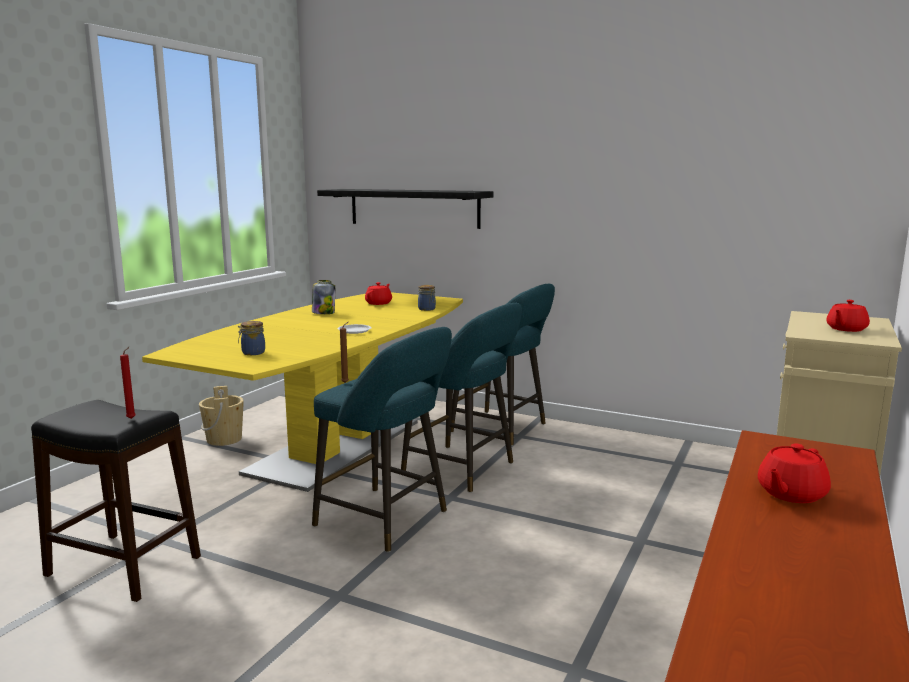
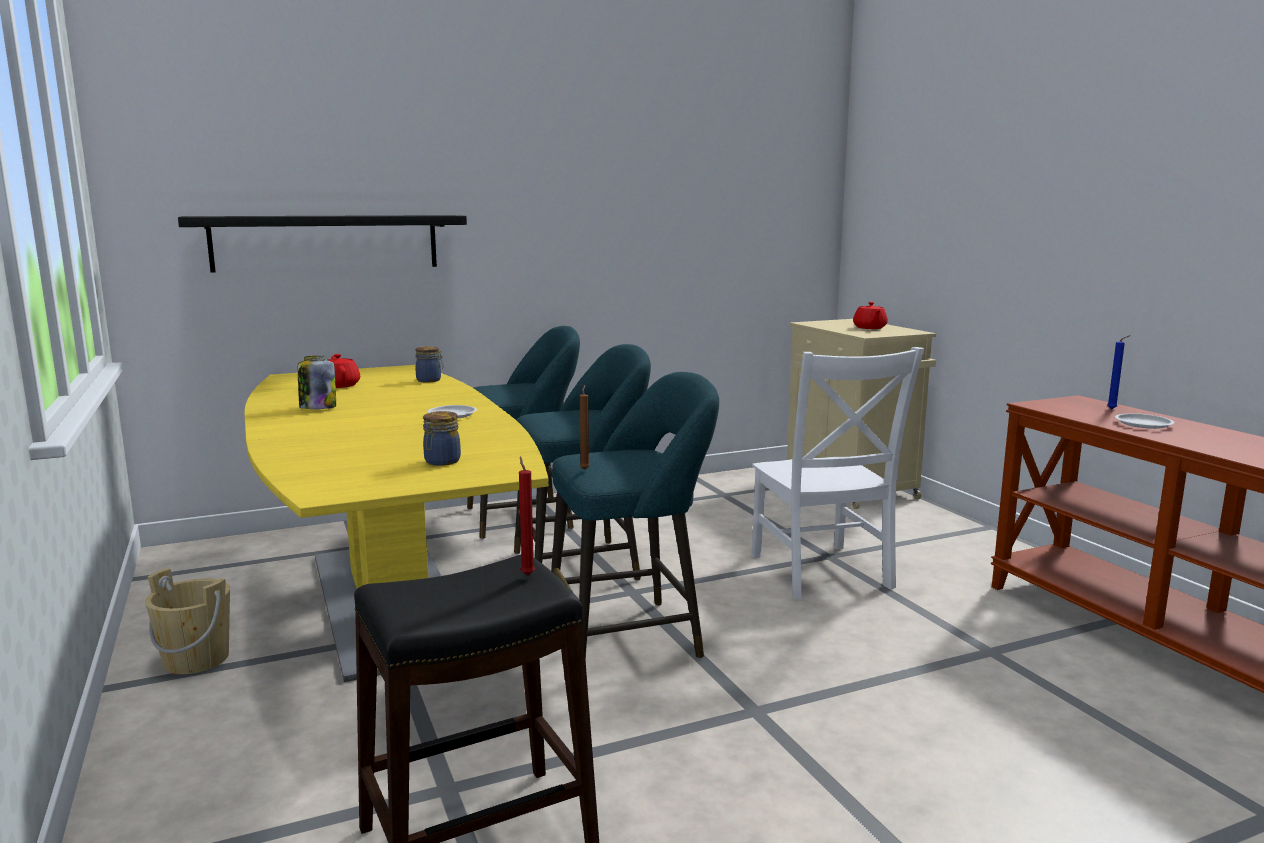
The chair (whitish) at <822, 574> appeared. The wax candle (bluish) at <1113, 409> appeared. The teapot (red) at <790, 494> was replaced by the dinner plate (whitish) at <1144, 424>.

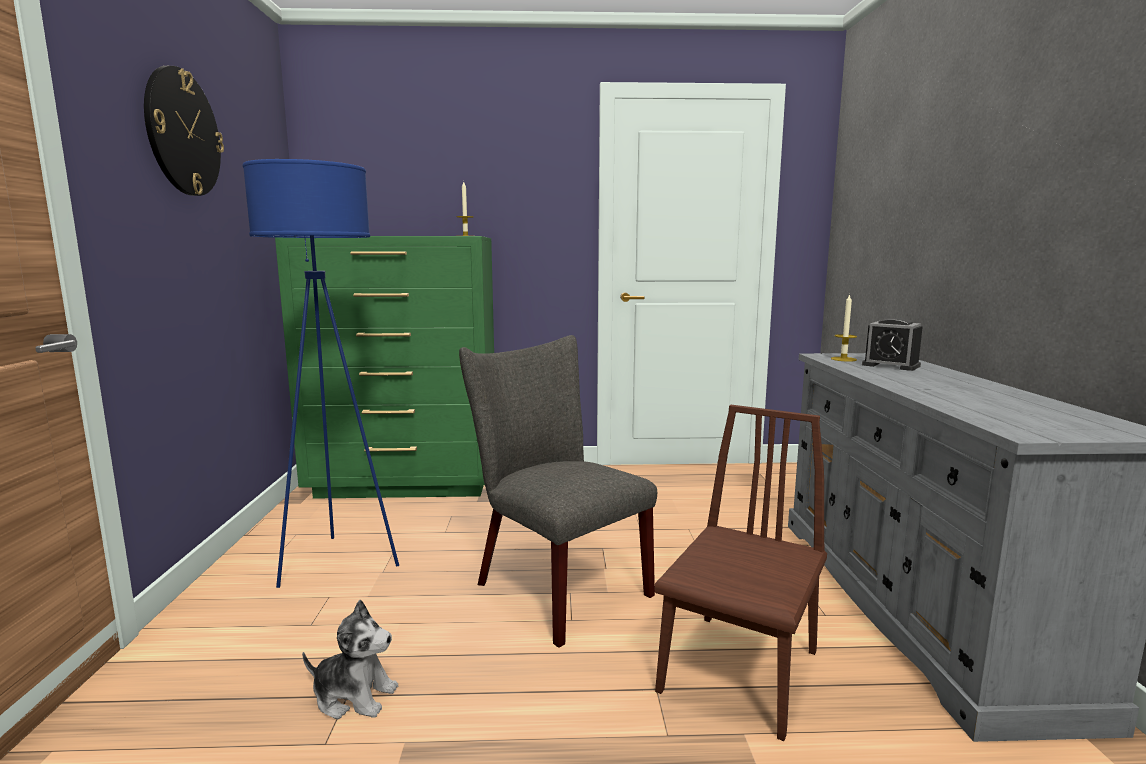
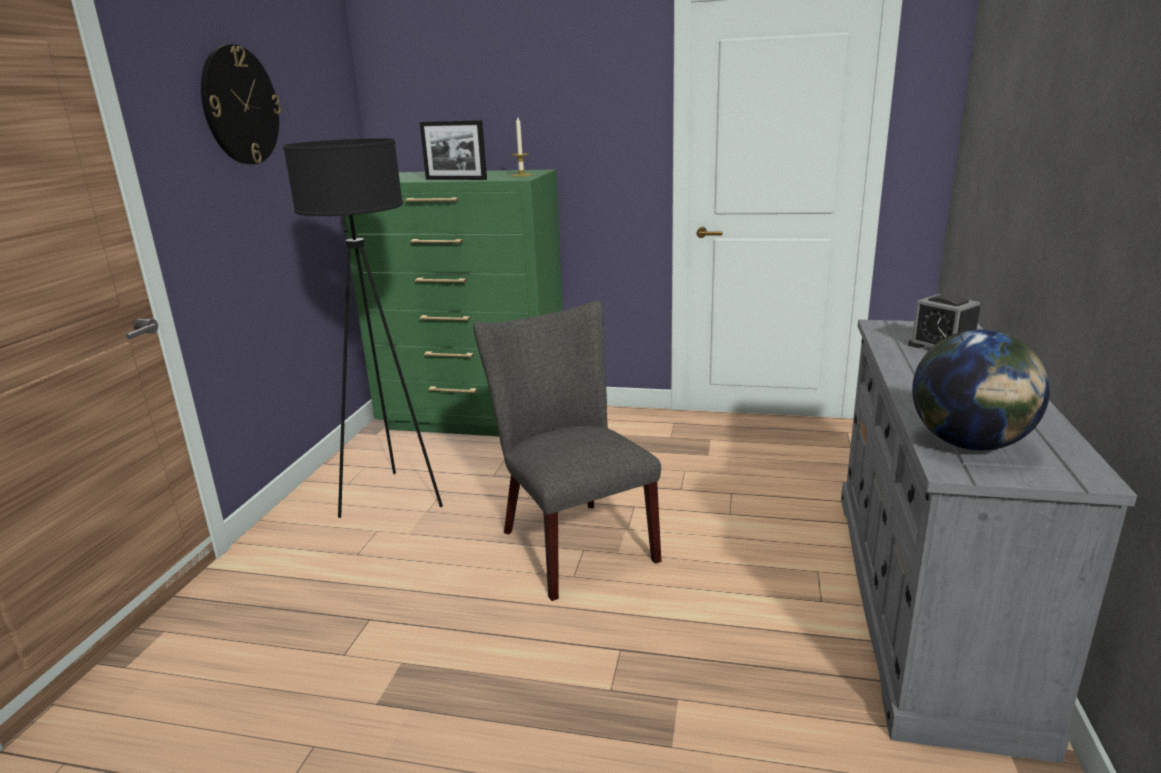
The soft toy at <354, 696> disappeared. The chair (brown) at <739, 671> disappeared. The wax candle at <843, 359> disappeared. The standing frame at <456, 179> appeared. The desk globe at <970, 444> appeared. The standard lamp (bluish) at <338, 562> became the standard lamp (black) at <393, 498>.

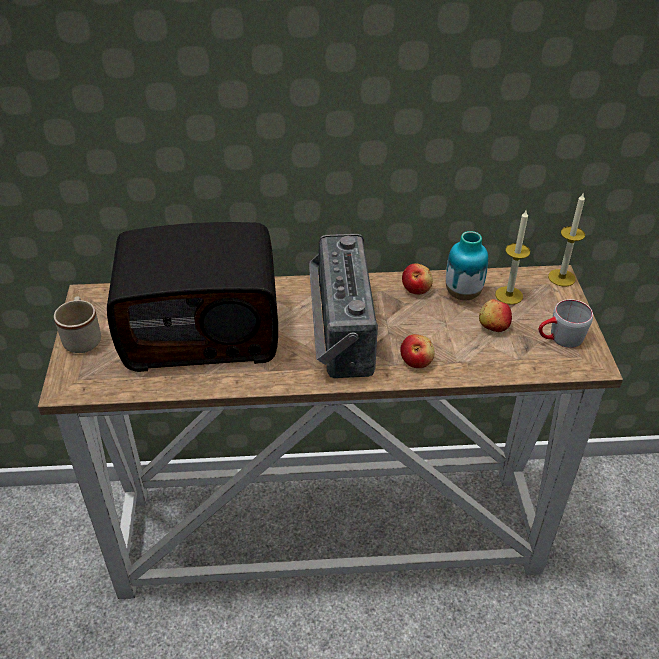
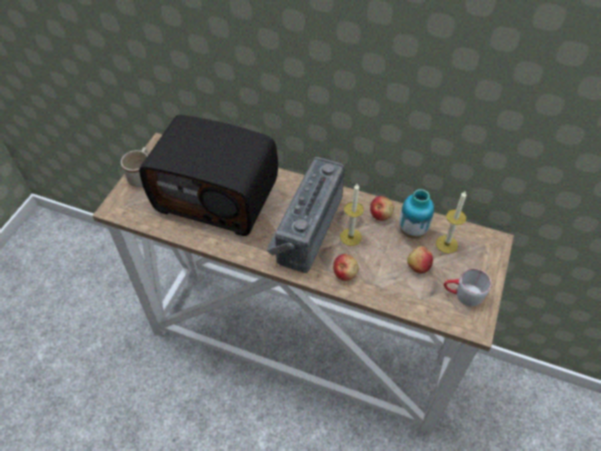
The wax candle moved from <561, 278> to <350, 237>.

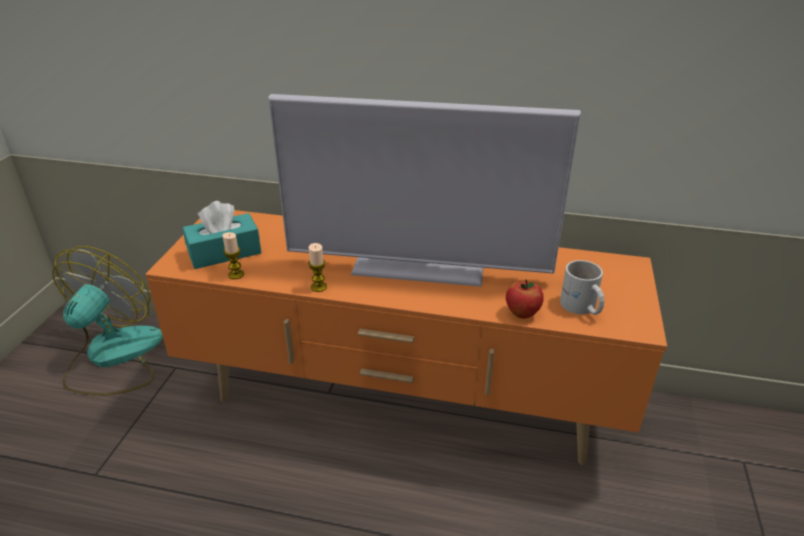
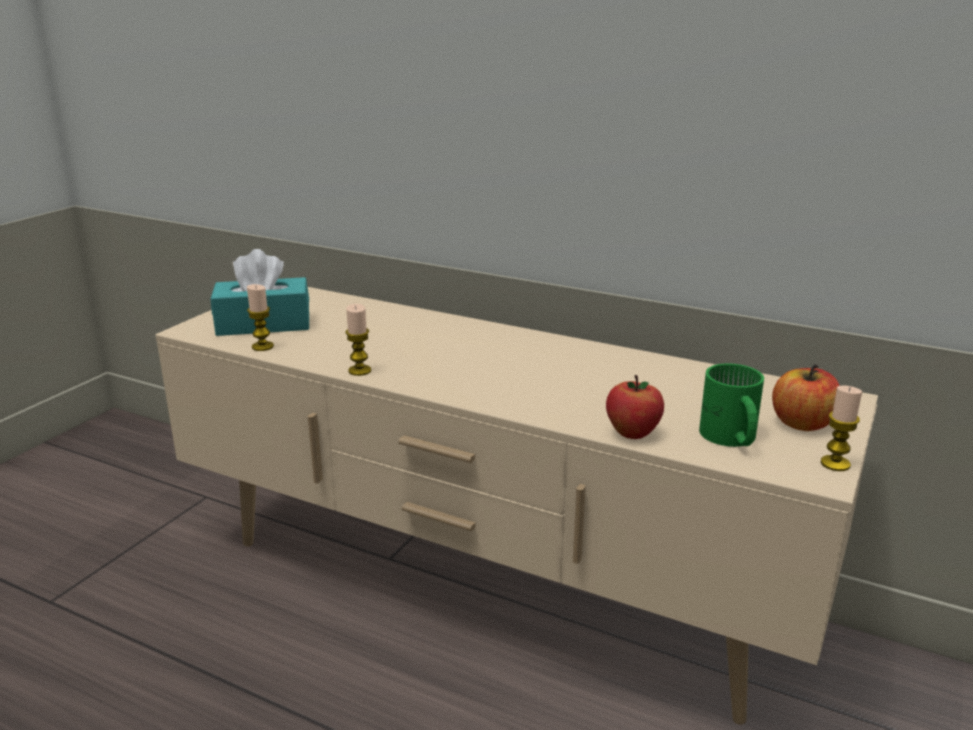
The fan at <113, 358> disappeared. The television at <418, 267> disappeared. The apple at <802, 424> appeared. The wax candle at <835, 464> appeared. The tv stand (orange) at <403, 403> became the tv stand (beige-coloured) at <489, 589>. The tea mug (whitish) at <581, 308> became the tea mug (greenish) at <729, 438>.

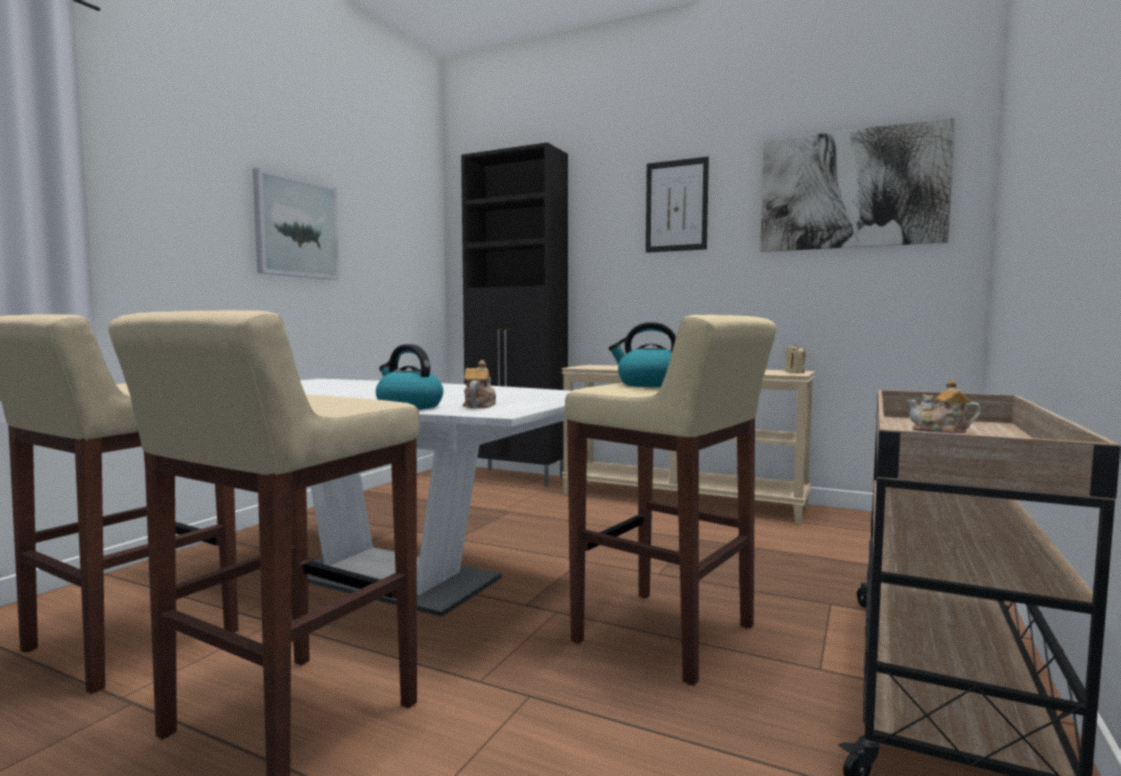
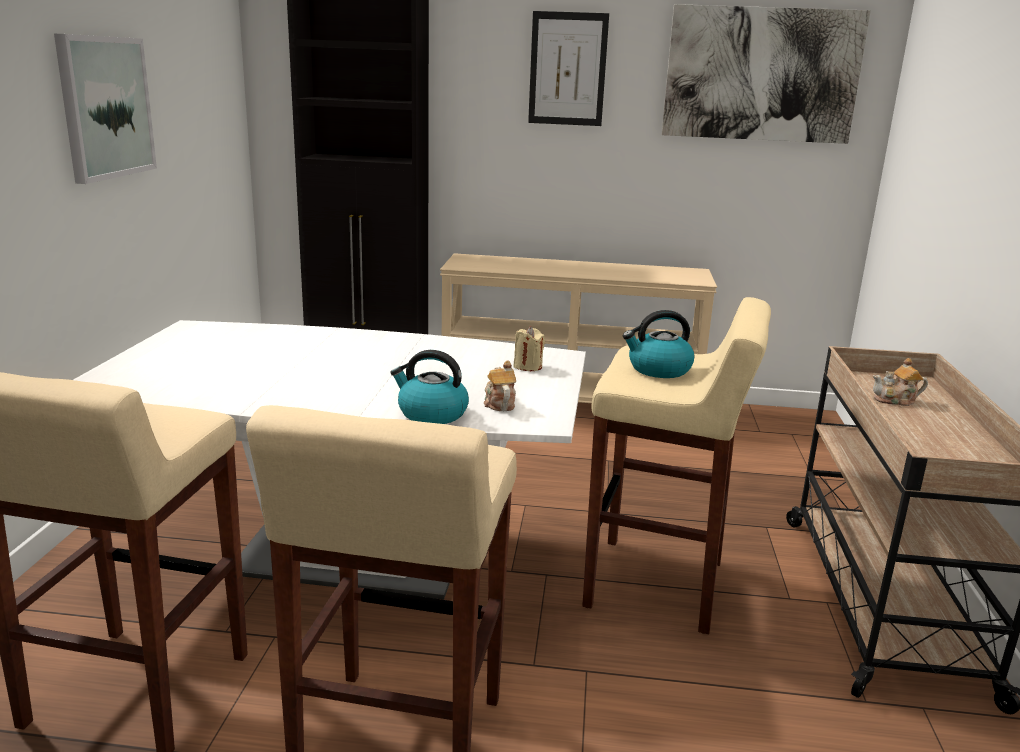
The wax candle (beige-coloured) moved from <794, 372> to <528, 366>.

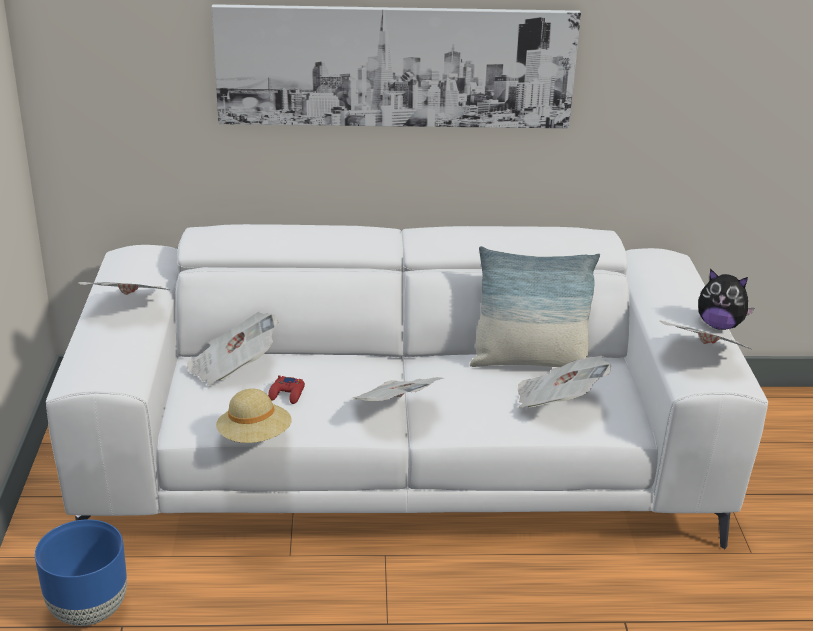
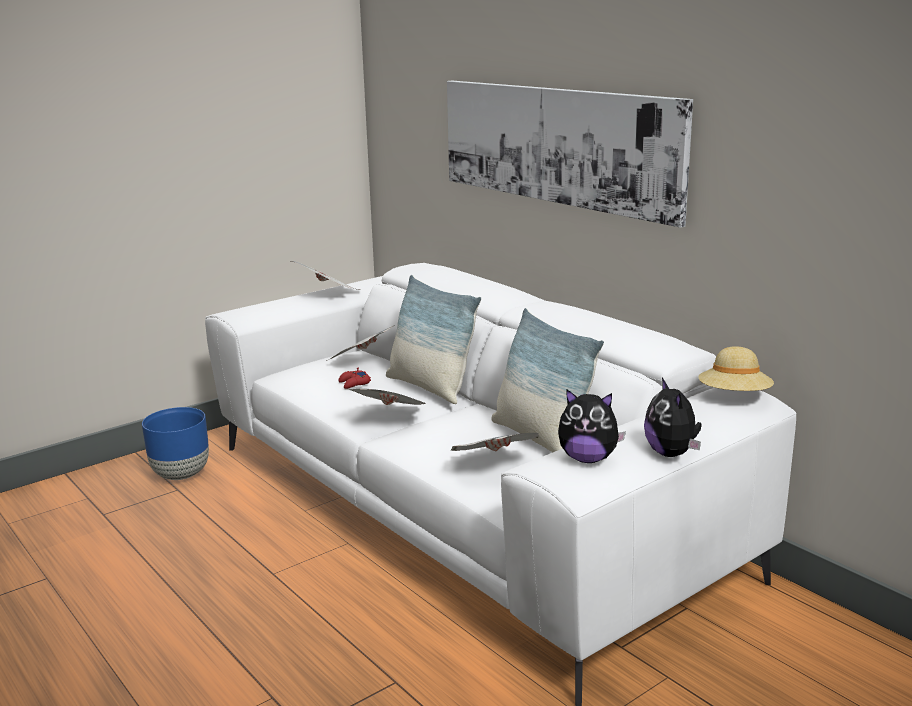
The cushion at <430, 387> appeared. The hat (beige-coloured) moved from <255, 437> to <734, 397>. The daily paper at <704, 357> was replaced by the soft toy at <588, 459>.

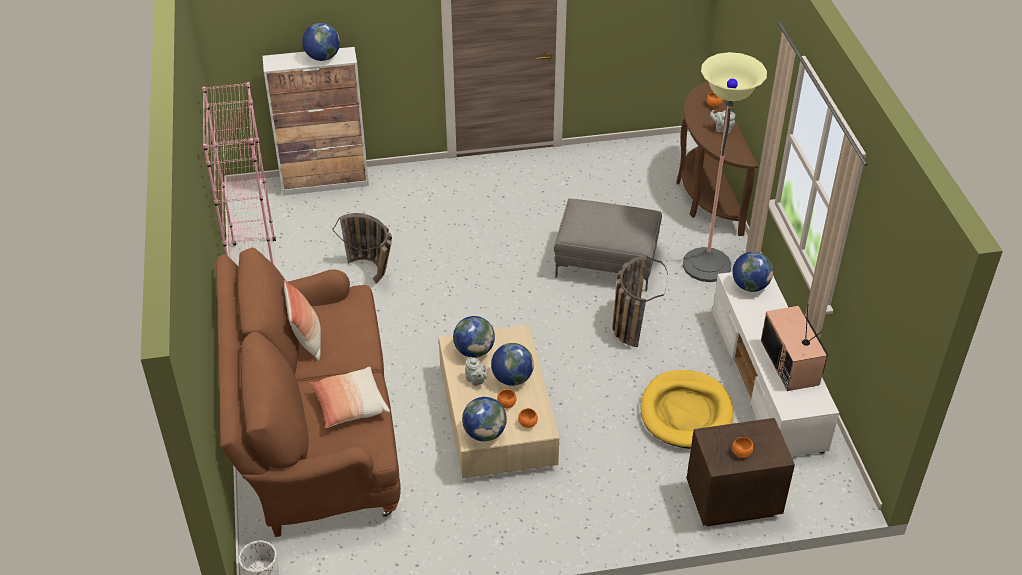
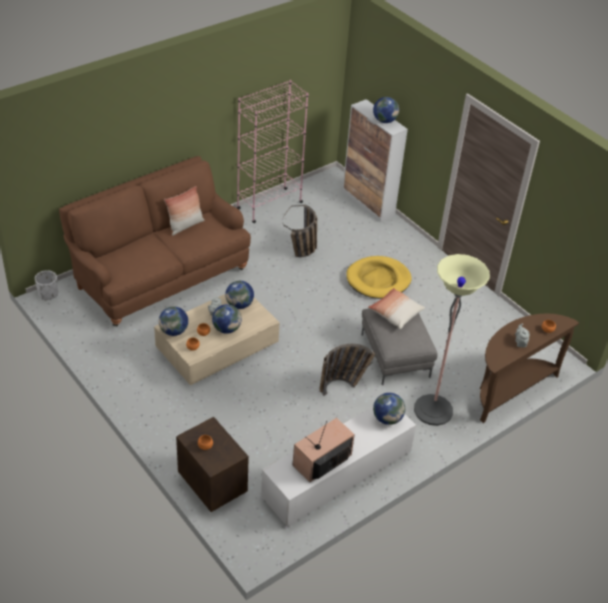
The cushion moved from <350, 405> to <395, 313>. The dog bed (yellow) moved from <686, 412> to <378, 280>.

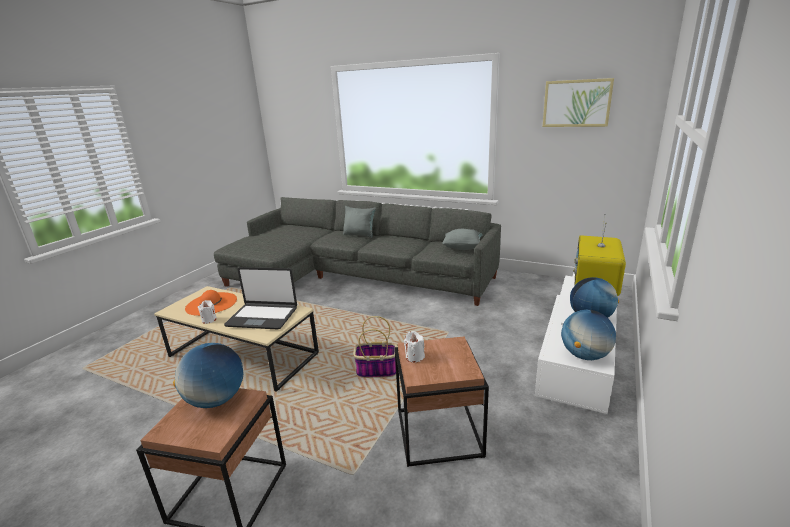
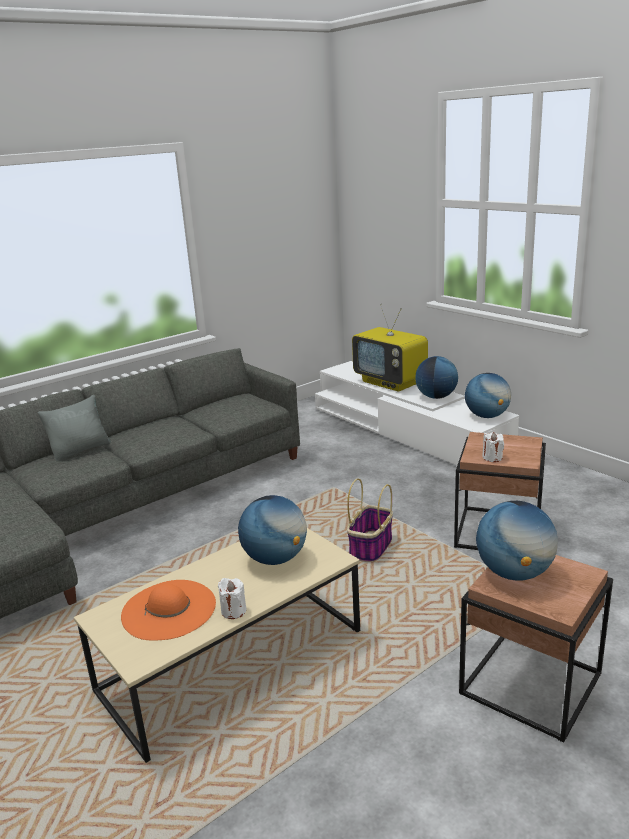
The cushion (gray) at <462, 248> disappeared. The wall art at <576, 103> disappeared. The portable computer at <262, 316> was replaced by the desk globe at <275, 559>.

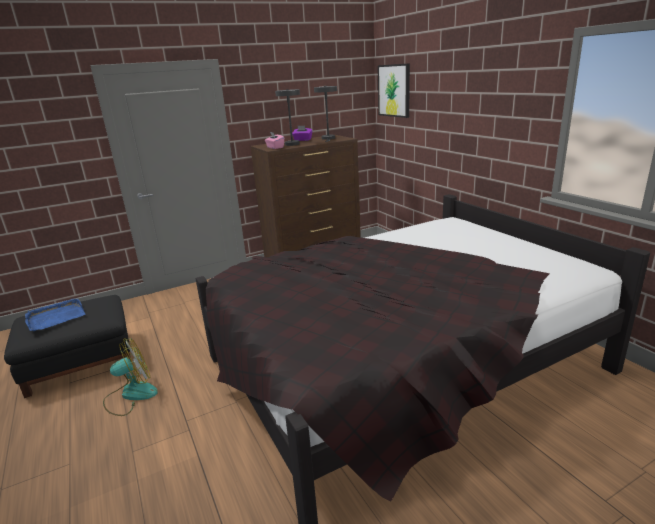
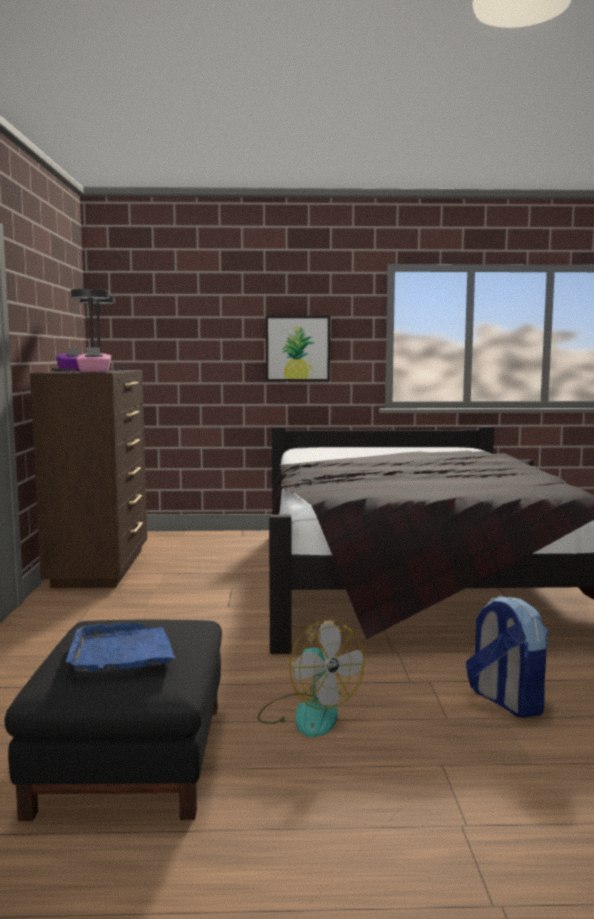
The rucksack at <505, 701> appeared. The wall art moved from <394, 90> to <297, 348>. The fan at <130, 395> turned 150 degrees clockwise.

